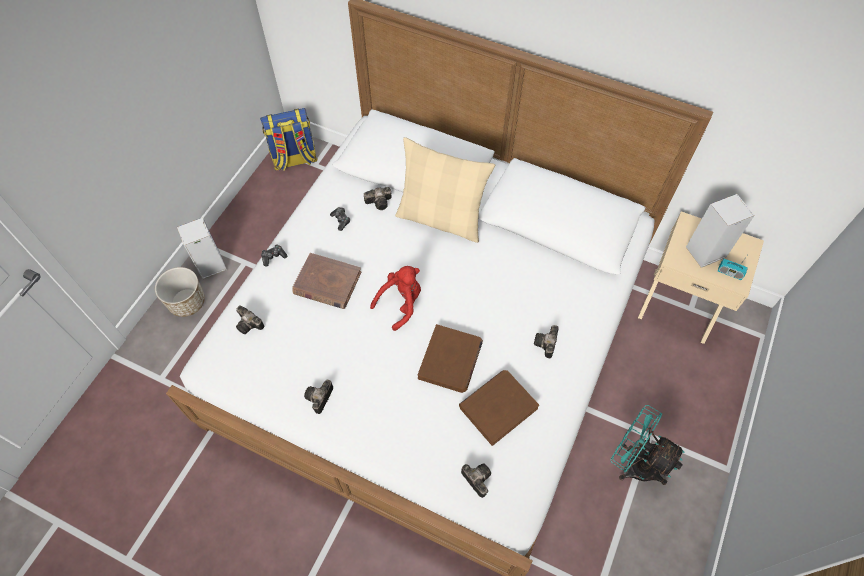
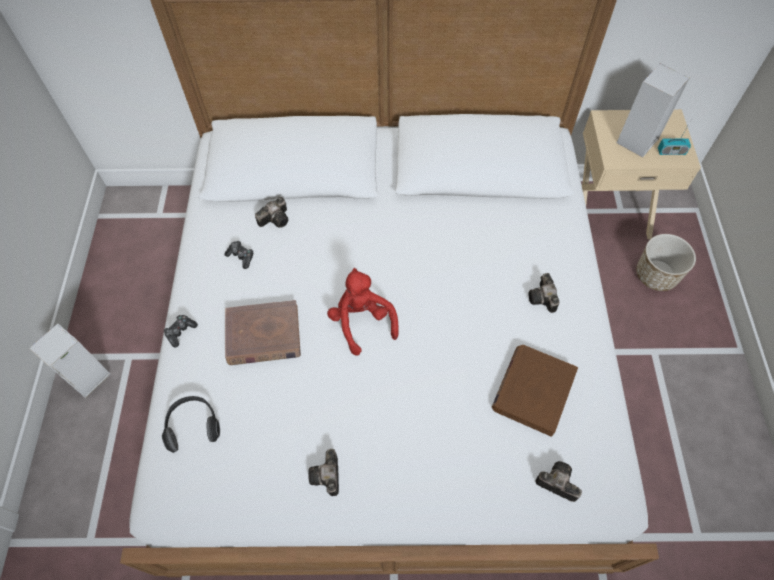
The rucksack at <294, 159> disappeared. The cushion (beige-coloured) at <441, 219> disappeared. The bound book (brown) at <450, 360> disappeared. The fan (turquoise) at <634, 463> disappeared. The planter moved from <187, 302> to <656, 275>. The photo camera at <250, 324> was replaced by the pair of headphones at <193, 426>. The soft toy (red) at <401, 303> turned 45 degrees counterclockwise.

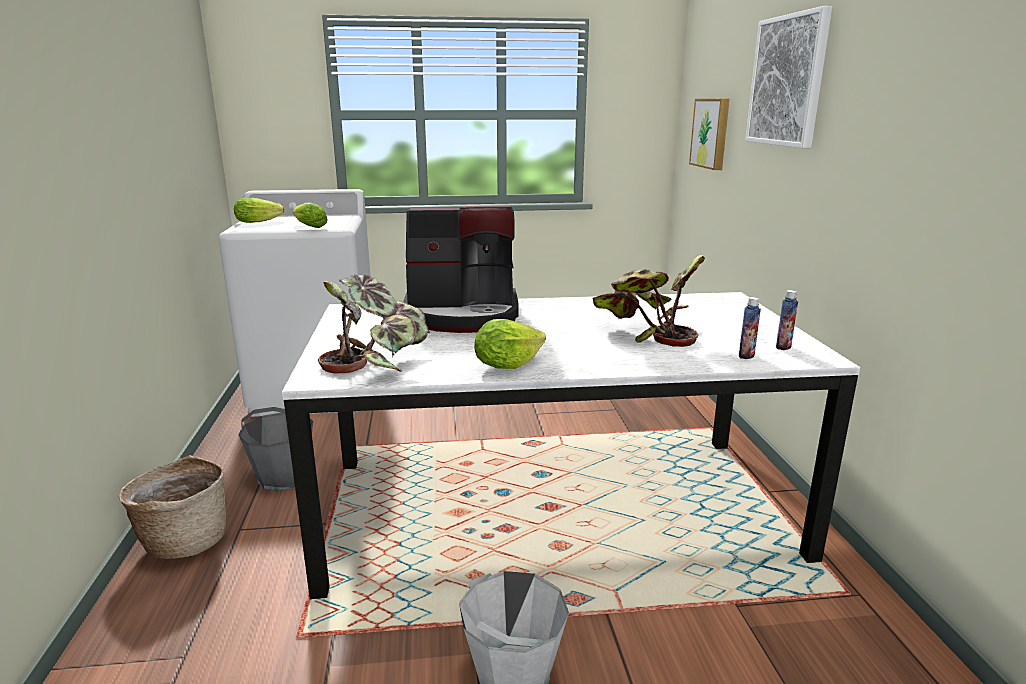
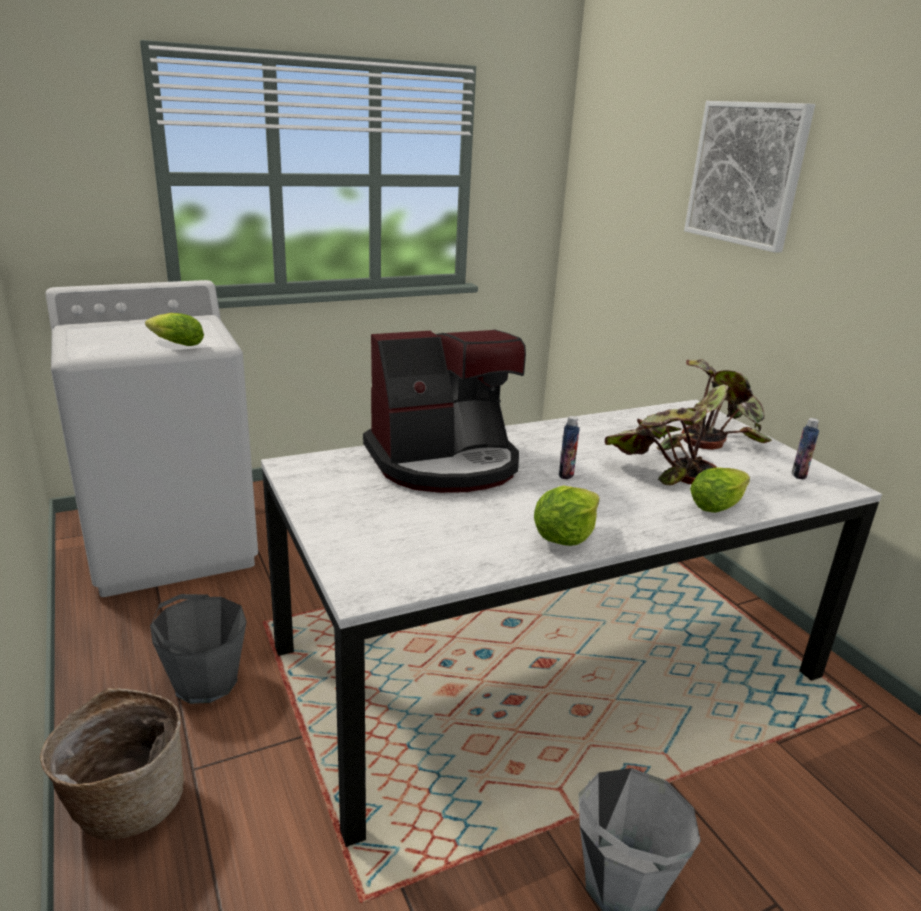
The wall art at <711, 133> disappeared. The lettuce moved from <261, 221> to <719, 504>. The potted plant moved from <377, 360> to <718, 434>. The beverage bottle moved from <746, 355> to <566, 474>.

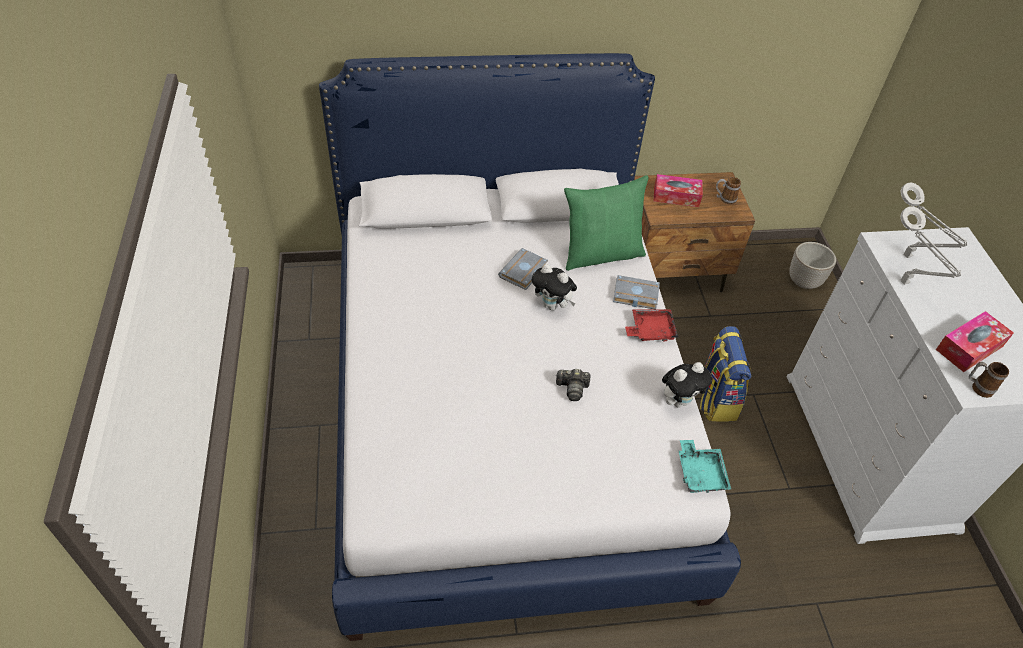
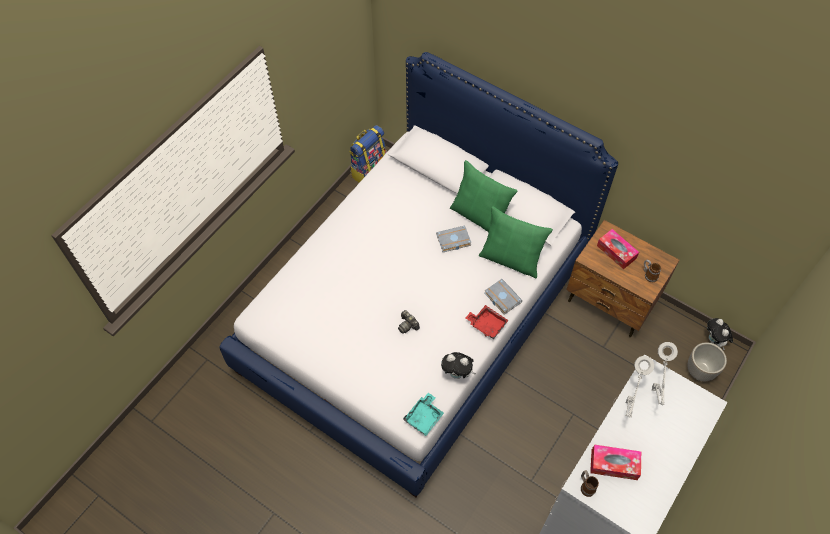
The cushion (greenish) at <480, 216> appeared. The soft toy moved from <552, 305> to <714, 341>. The rucksack moved from <714, 398> to <369, 170>.

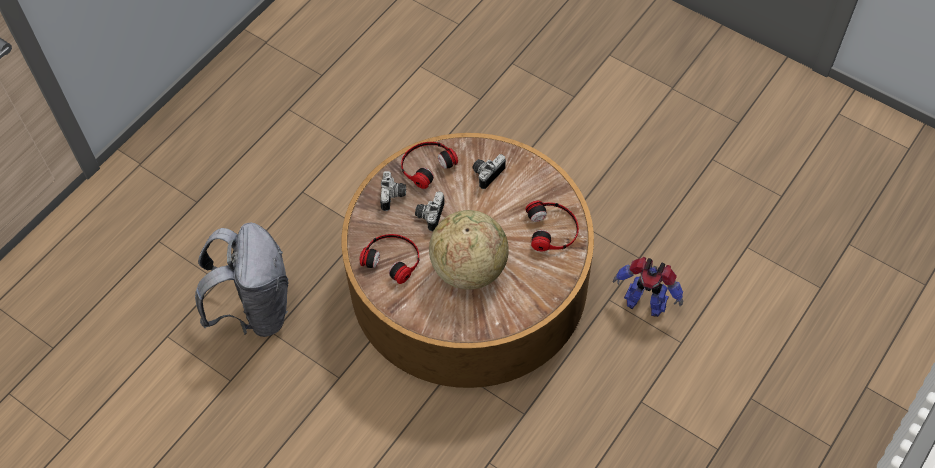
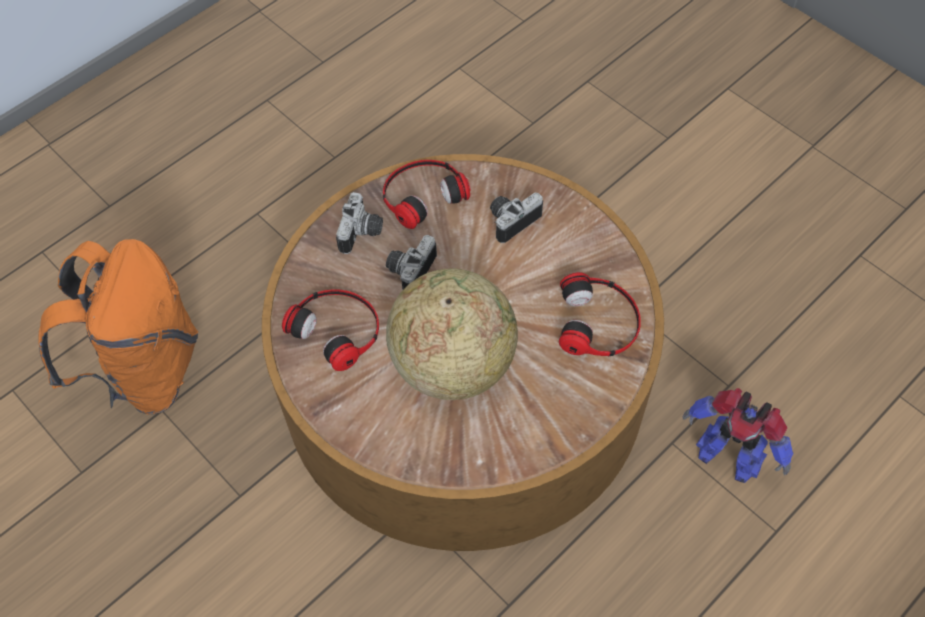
The rucksack (gray) at <255, 309> became the rucksack (orange) at <147, 371>.

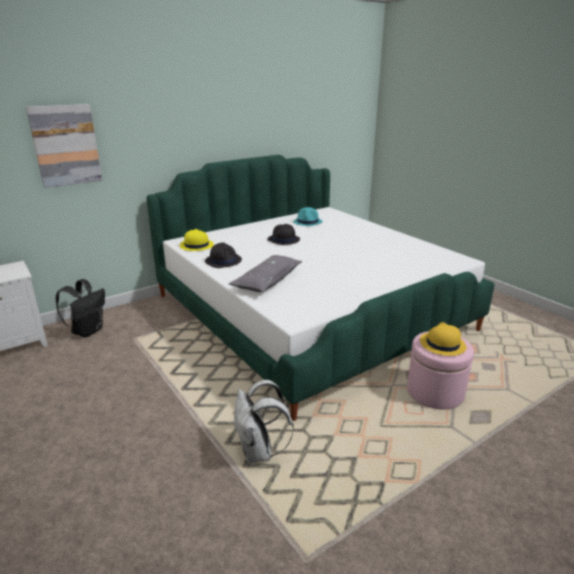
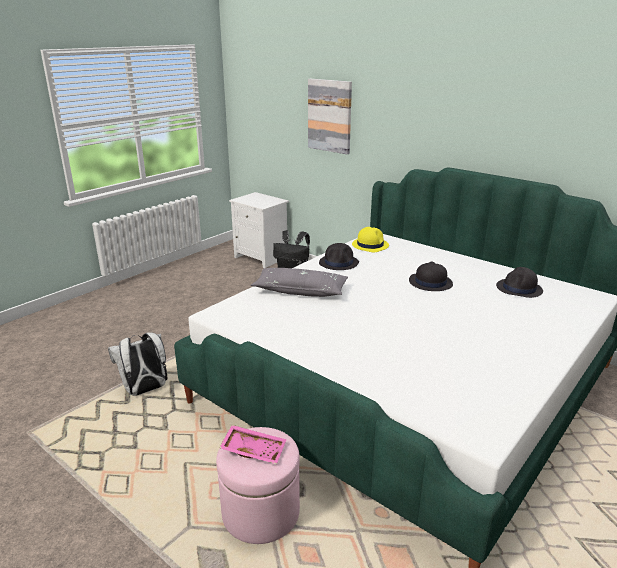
The hat (yellow) at <442, 344> was replaced by the tray (pink) at <254, 450>. The hat (turquoise) at <308, 222> became the hat (black) at <519, 289>.

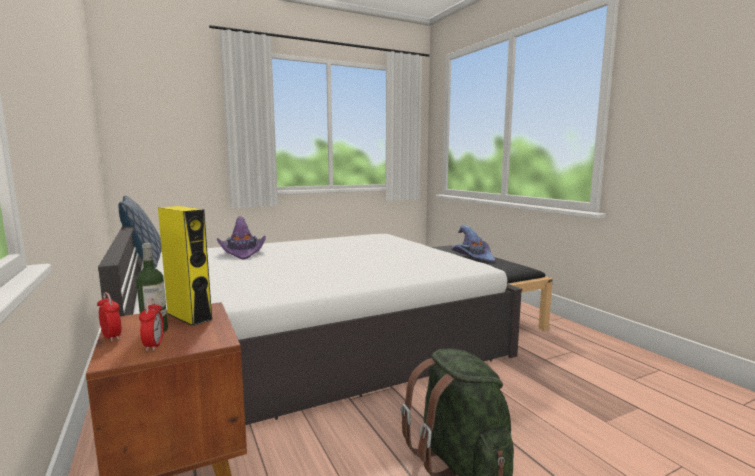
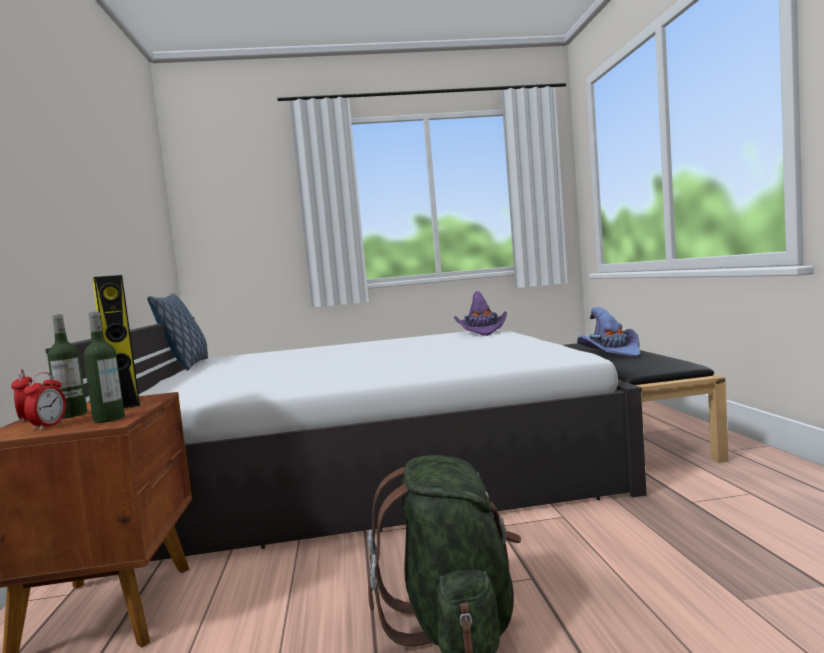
The beverage bottle at <109, 419> appeared. The hat (purple) moved from <243, 253> to <482, 332>.

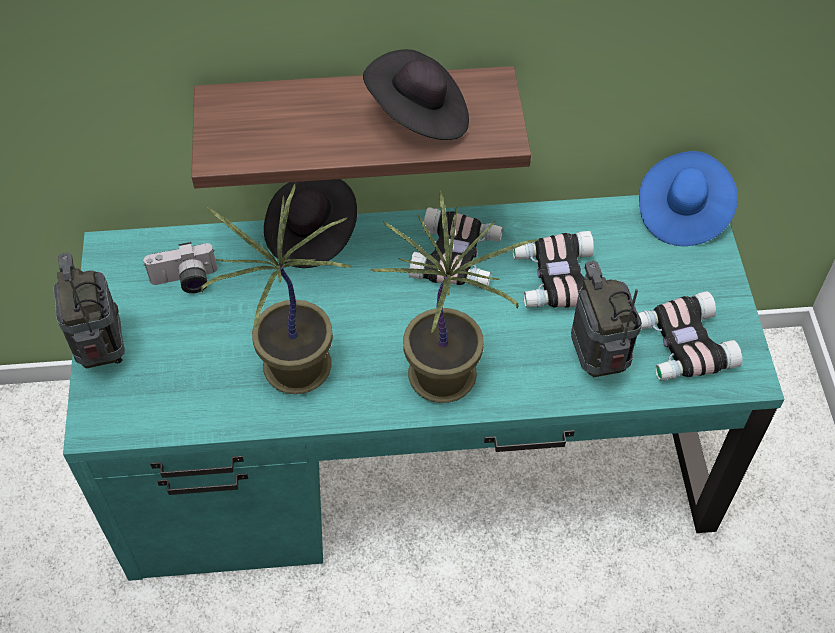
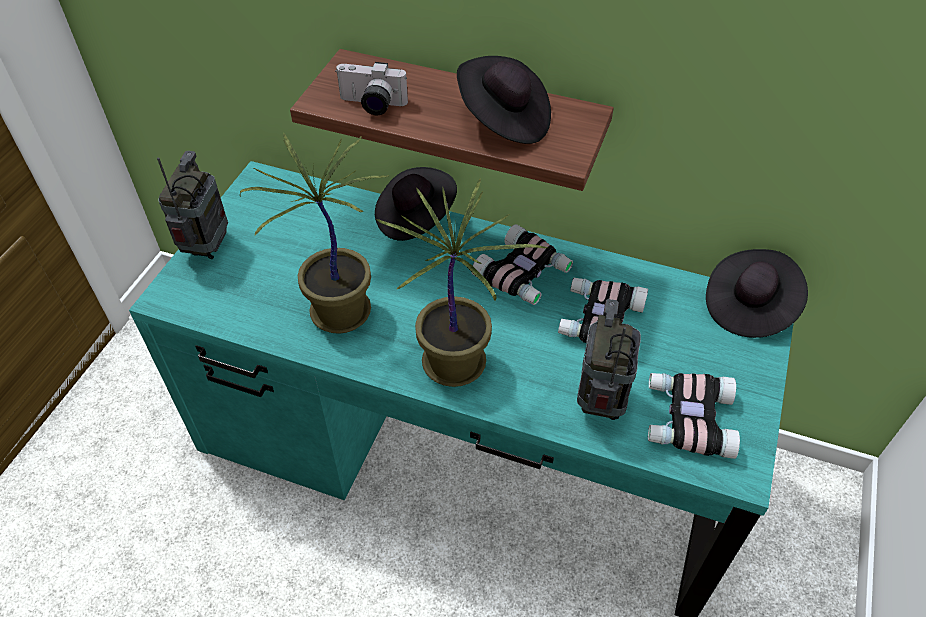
The photo camera moved from <185, 282> to <371, 105>. The hat (bluish) at <682, 213> became the hat (black) at <748, 307>.

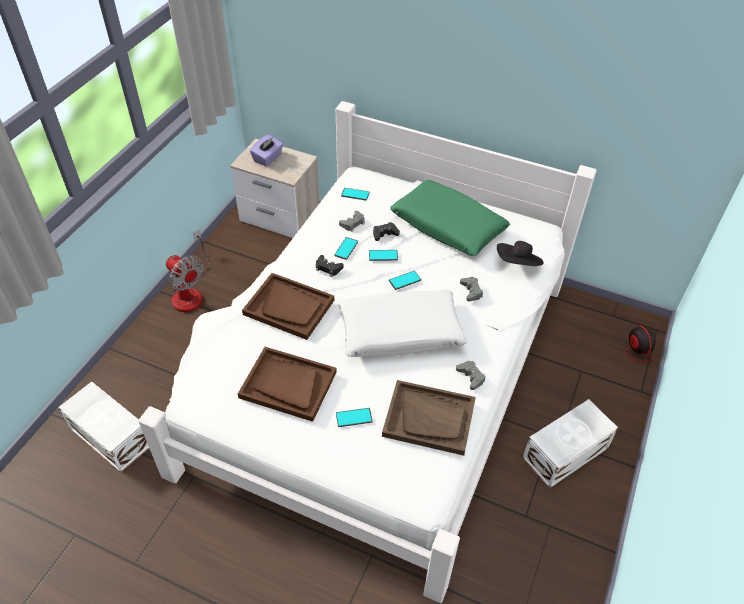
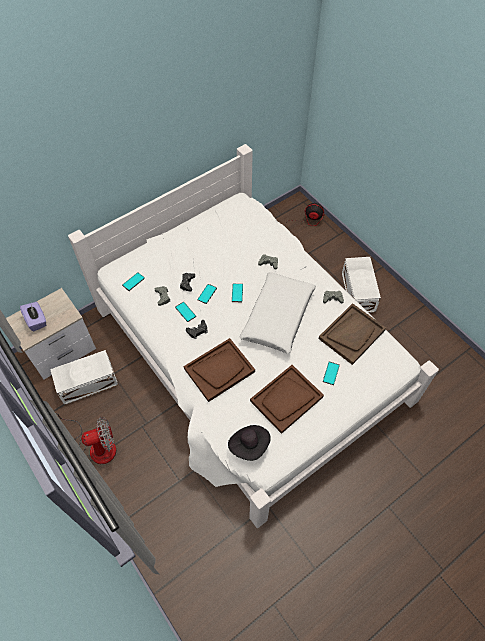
The cushion (greenish) at <448, 226> disappeared. The storage bin (whitish) moved from <111, 435> to <87, 383>. The hat (black) moved from <518, 264> to <249, 445>.

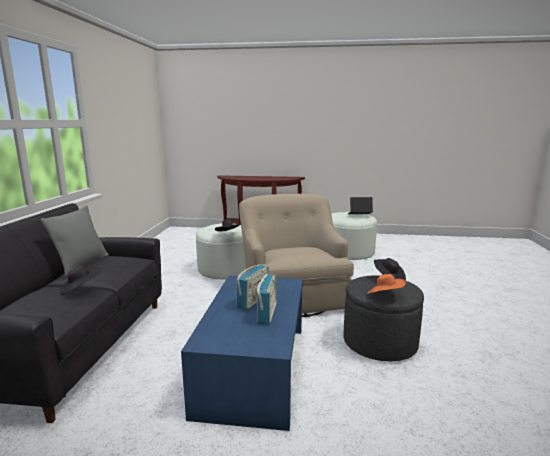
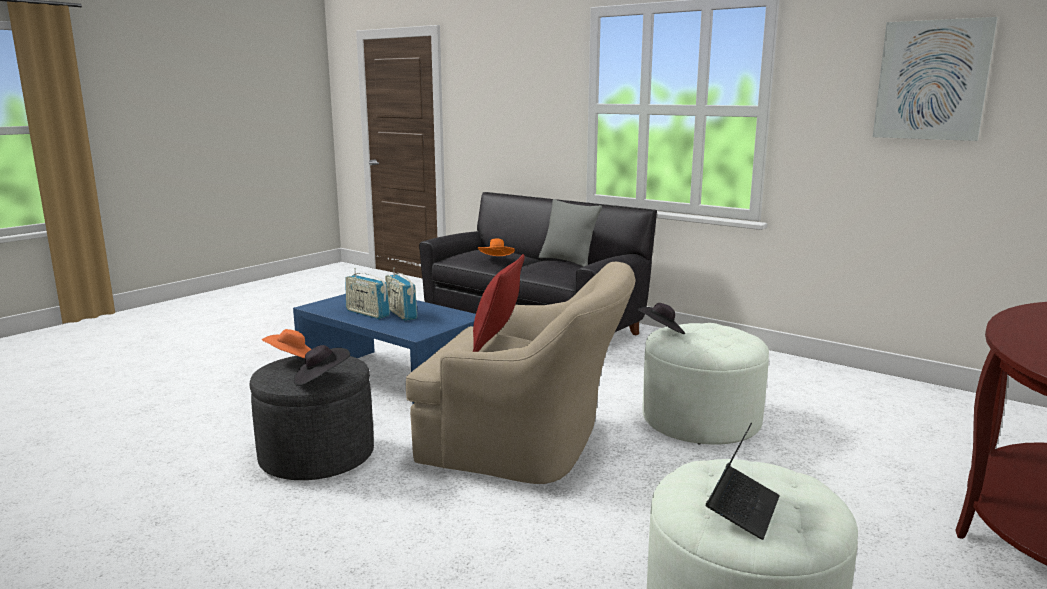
The cushion (red) at <497, 344> appeared. The wall art at <932, 80> appeared. The hat (black) at <80, 289> became the hat (orange) at <496, 259>.

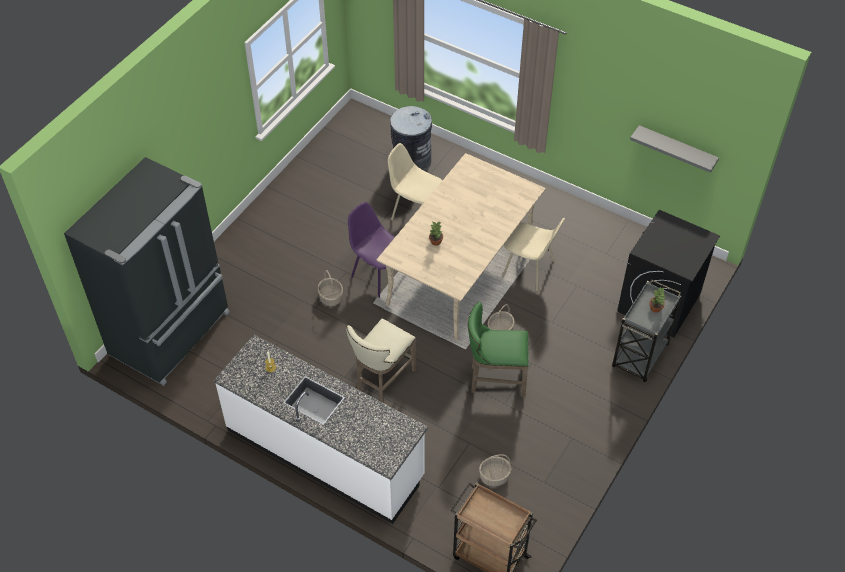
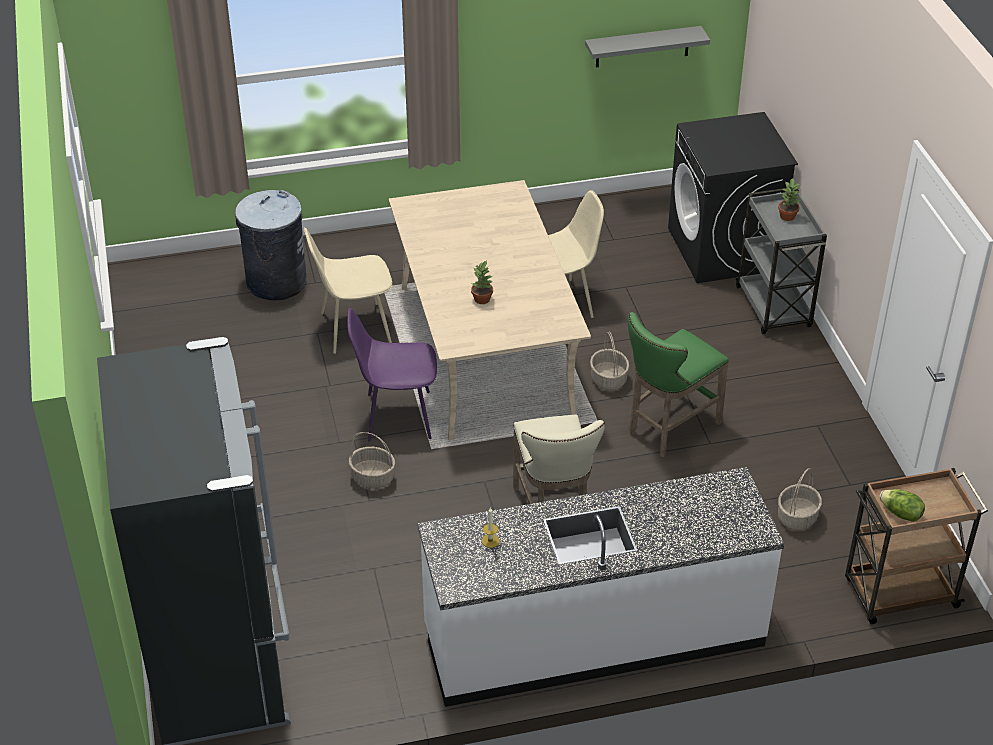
The lettuce at <900, 514> appeared.

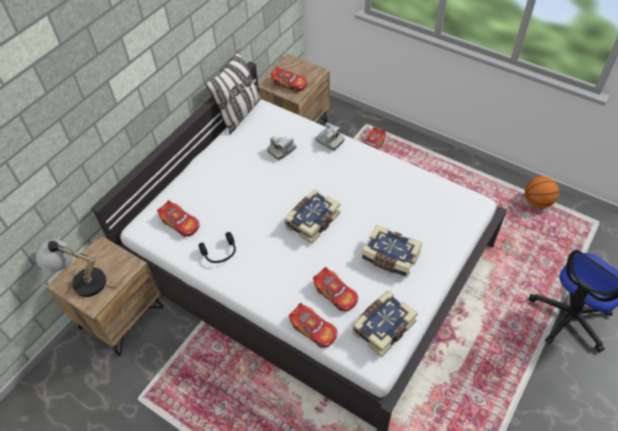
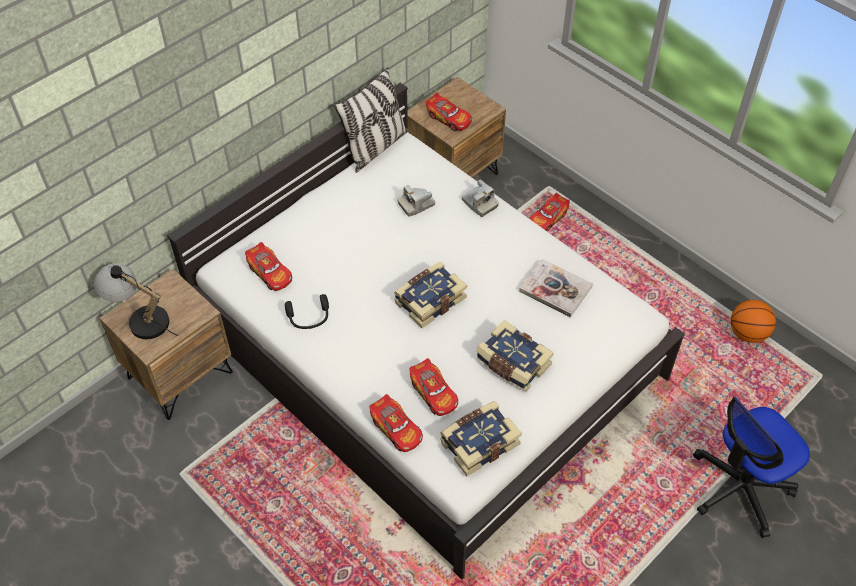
The bound book at <555, 289> appeared.

